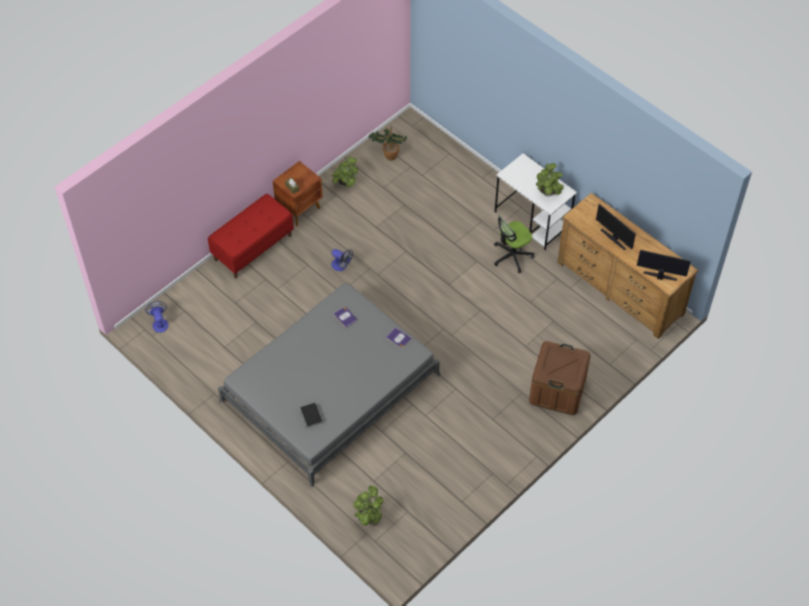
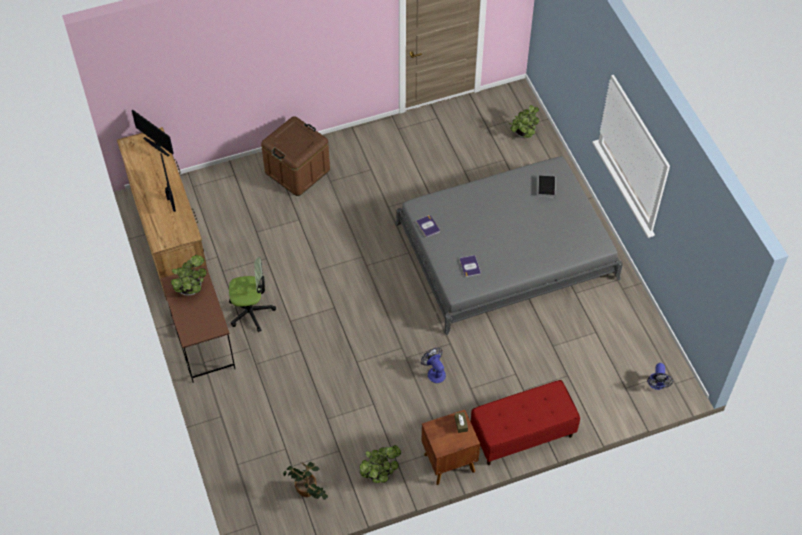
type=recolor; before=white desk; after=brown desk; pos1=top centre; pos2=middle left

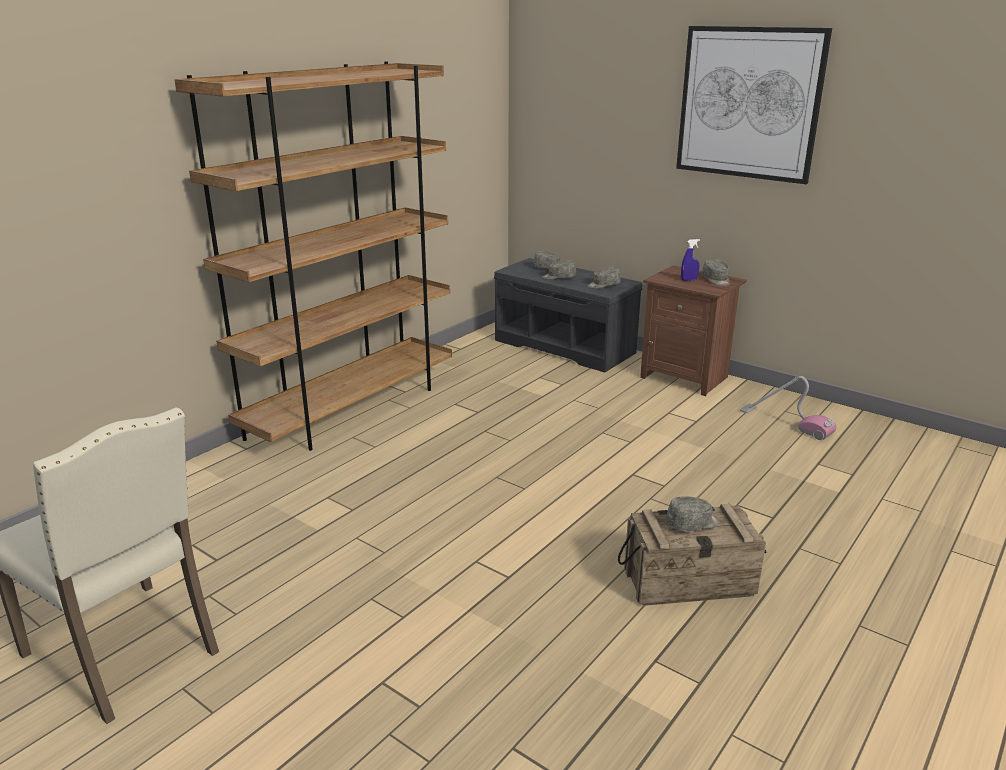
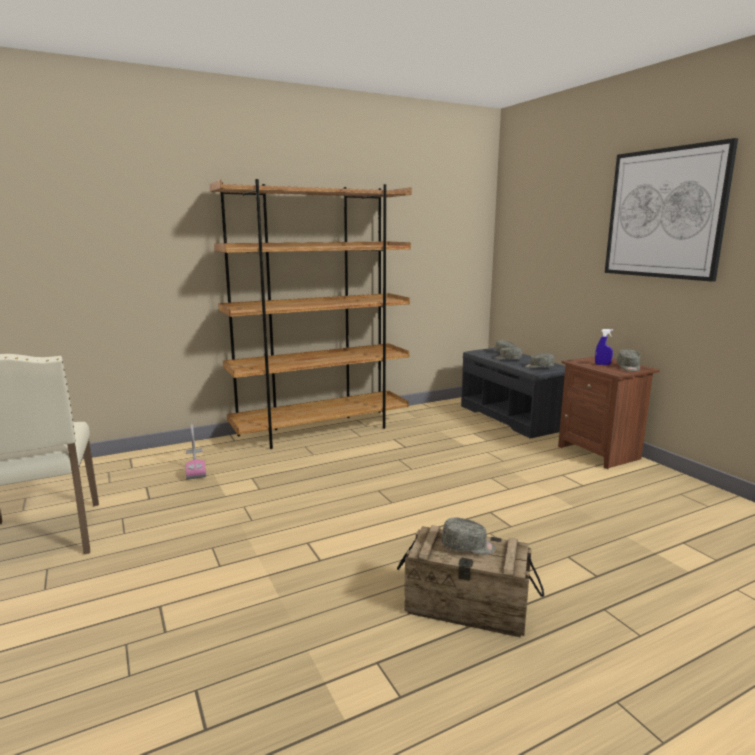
type=move; before=vacuum cleaner; pos1=middle right; pos2=middle left

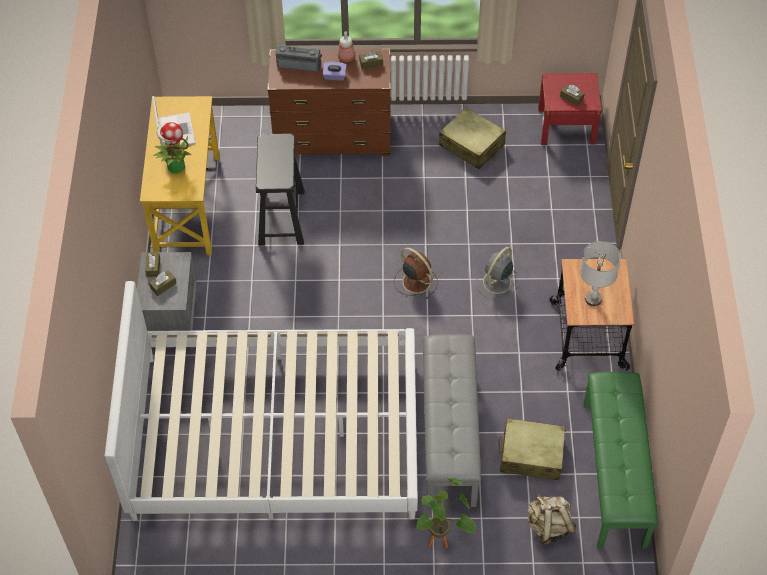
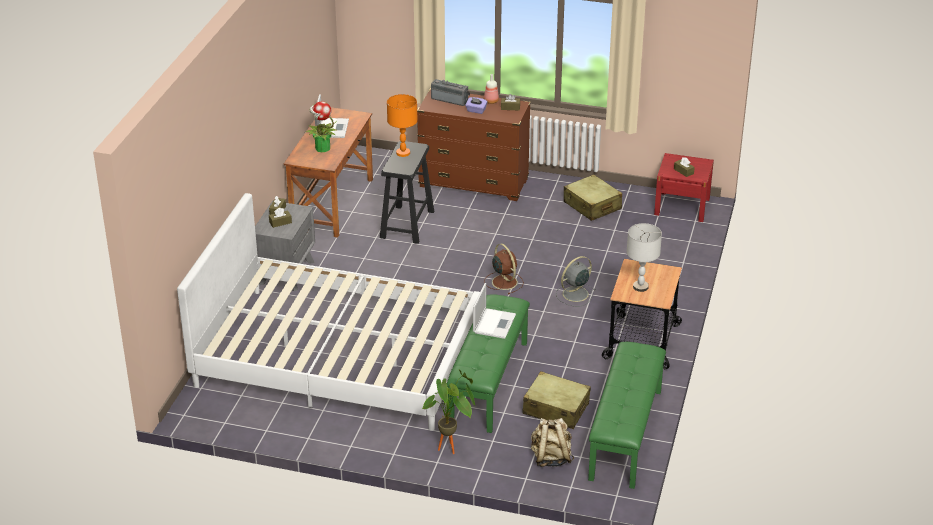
type=insert; after=orange table lamp; pos2=top centre
type=insert; after=laptop (2nd from left); pos2=centre
type=recolor; before=yellow desk; after=brown desk; pos1=top left; pos2=top centre
type=recolor; before=grey bench; after=green bench (1st from left); pos1=bottom centre; pos2=bottom centre

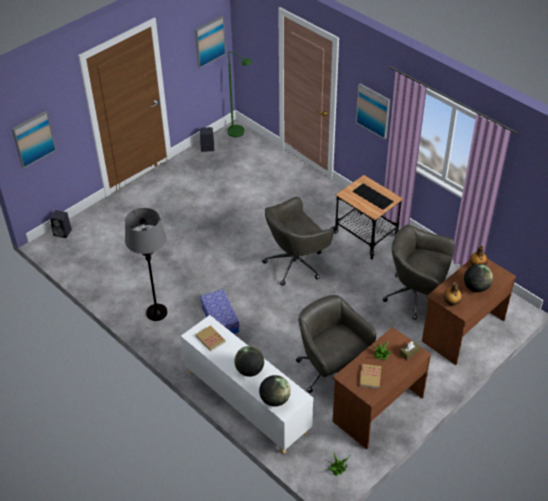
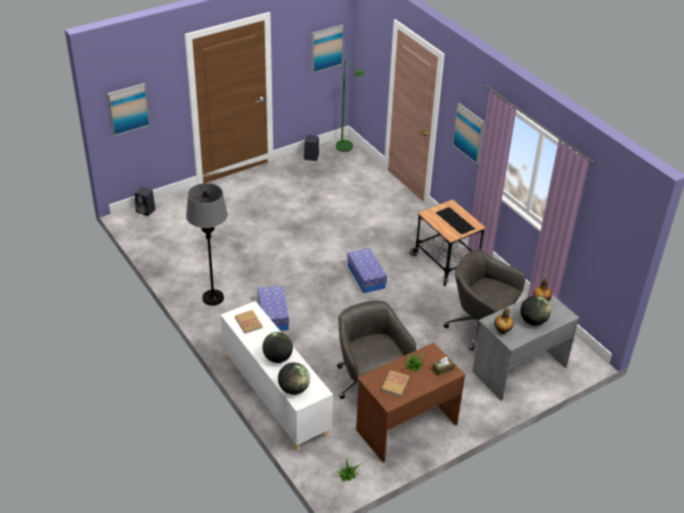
type=replace; before=grey office chair (1st from left); after=storage box (2nd from left); pos1=centre; pos2=centre
type=recolor; before=brown desk (2nd from left); after=grey desk; pos1=middle right; pos2=bottom right

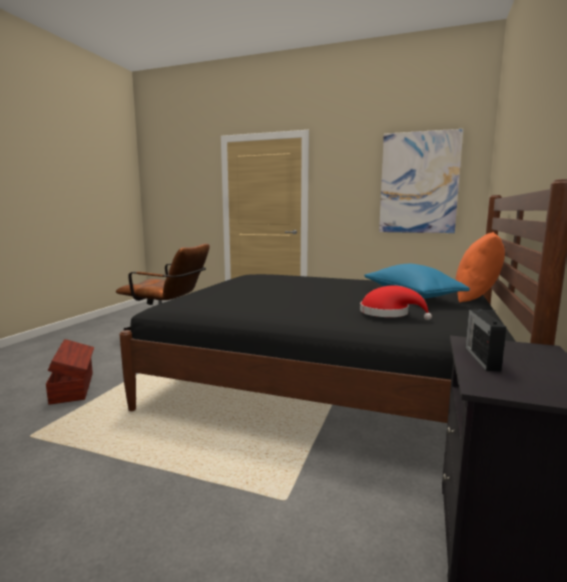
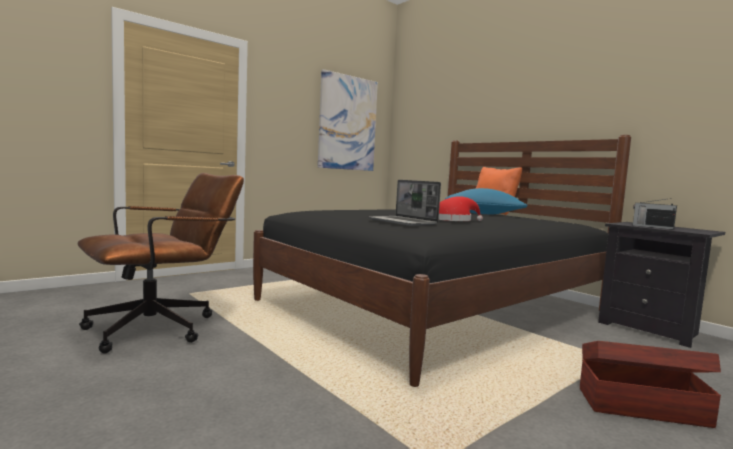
type=insert; after=laptop; pos2=centre
type=move; before=brown storage box; pos1=middle left; pos2=bottom right
type=move; before=red hat; pos1=middle right; pos2=centre

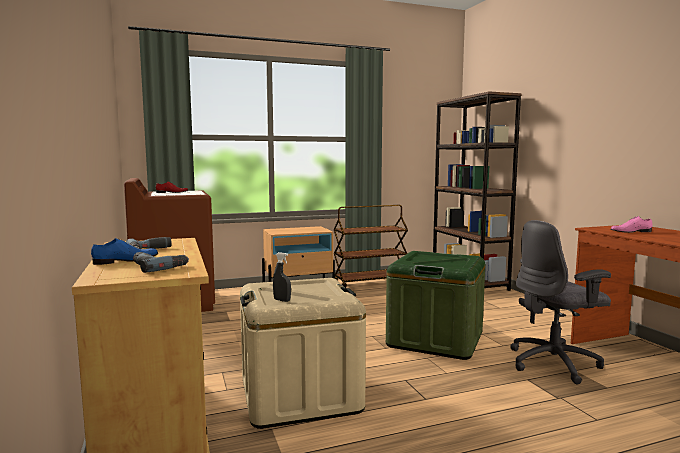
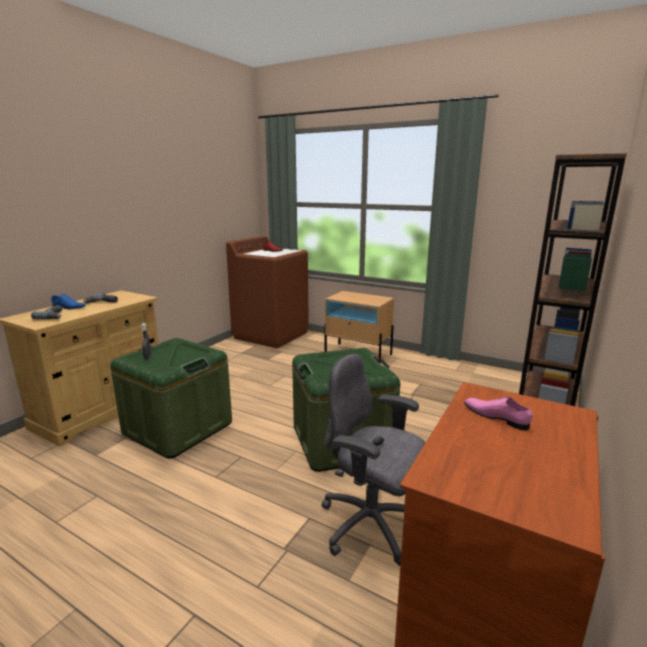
type=delete; before=brown cart; pos1=centre
type=recolor; before=beige storage box; after=green storage box (1st from left); pos1=bottom centre; pos2=middle left

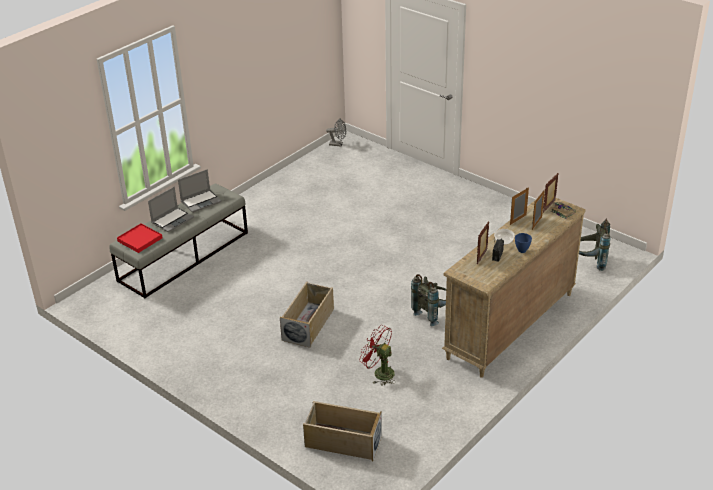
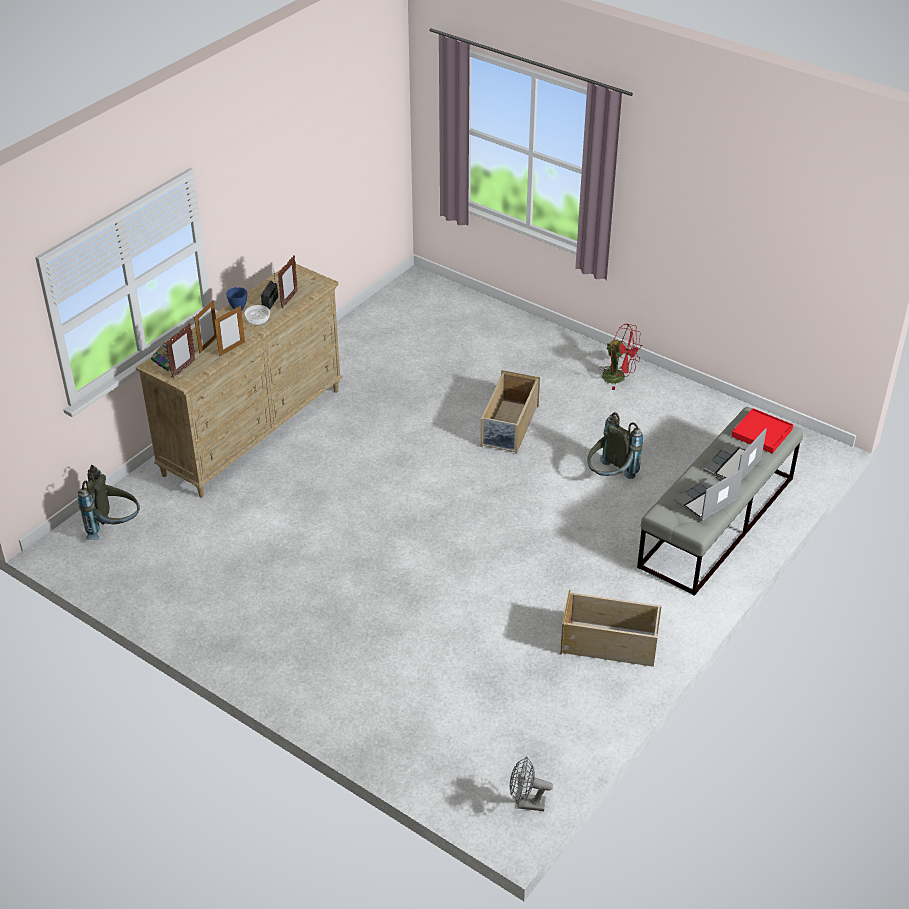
type=move; before=beige storage box (2nd from left); pos1=bottom centre; pos2=bottom right
type=move; before=red fan; pos1=bottom centre; pos2=middle right
type=move; before=grey backpack (1st from left in the first image); after=grey backpack (2nd from left); pos1=centre; pos2=middle right

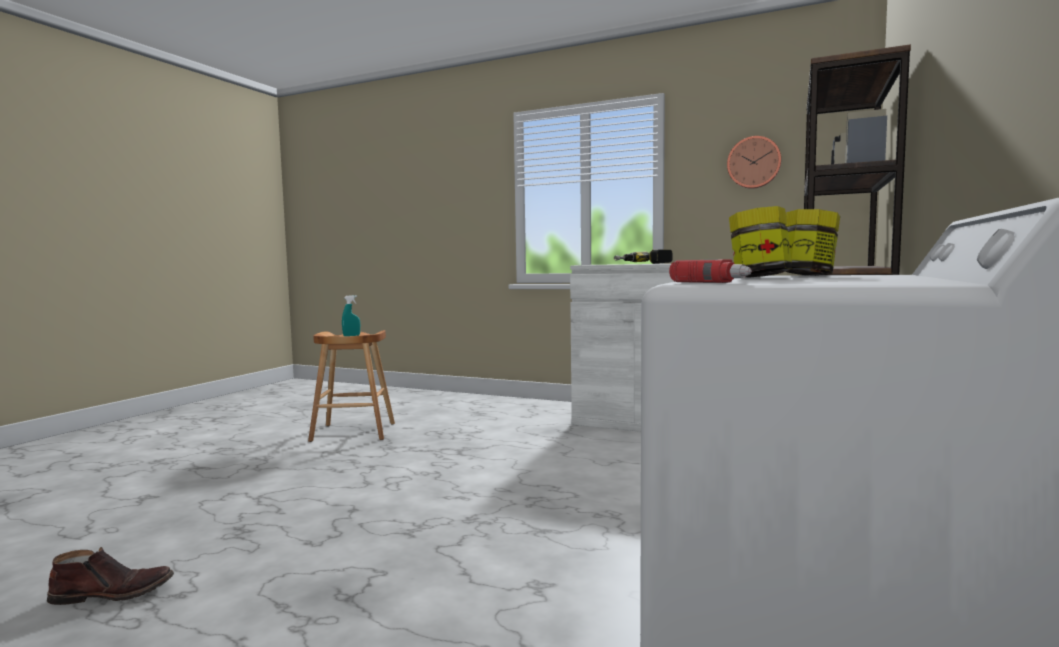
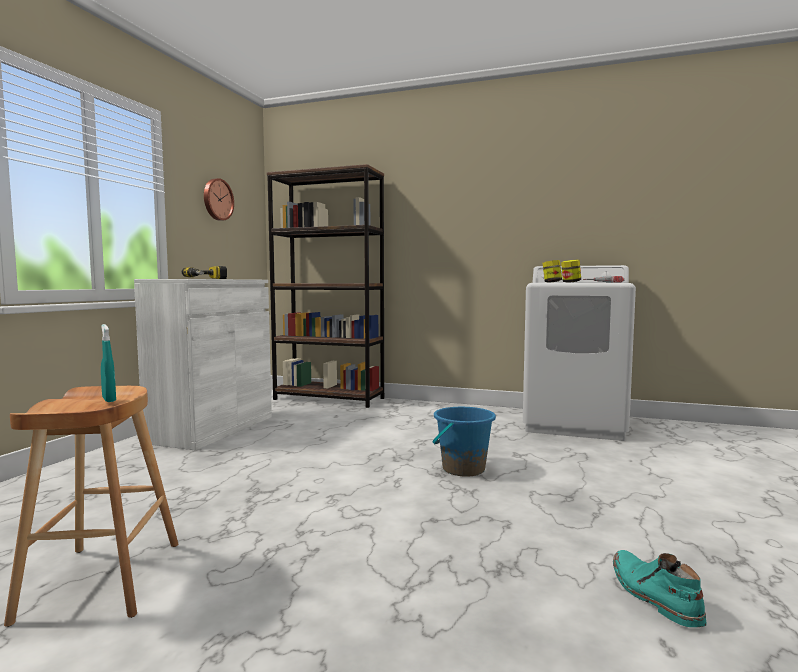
type=insert; after=blue bucket; pos2=centre
type=recolor; before=brown boot; after=turquoise boot; pos1=bottom left; pos2=bottom right

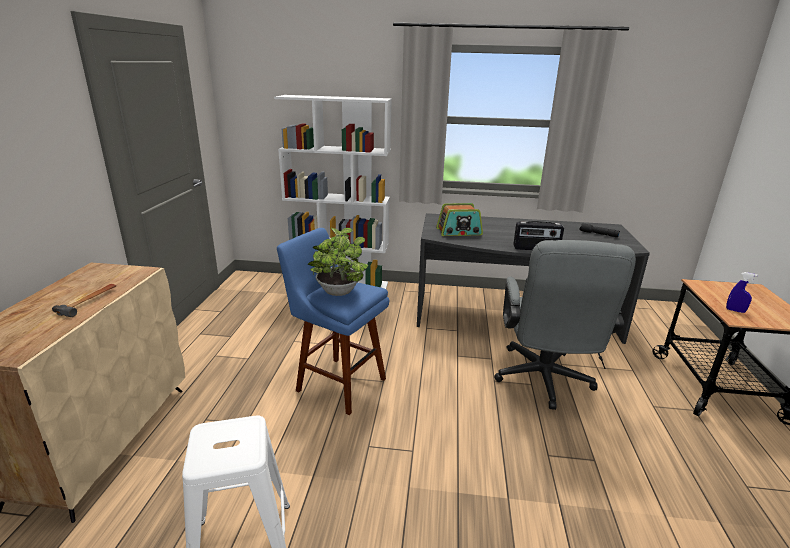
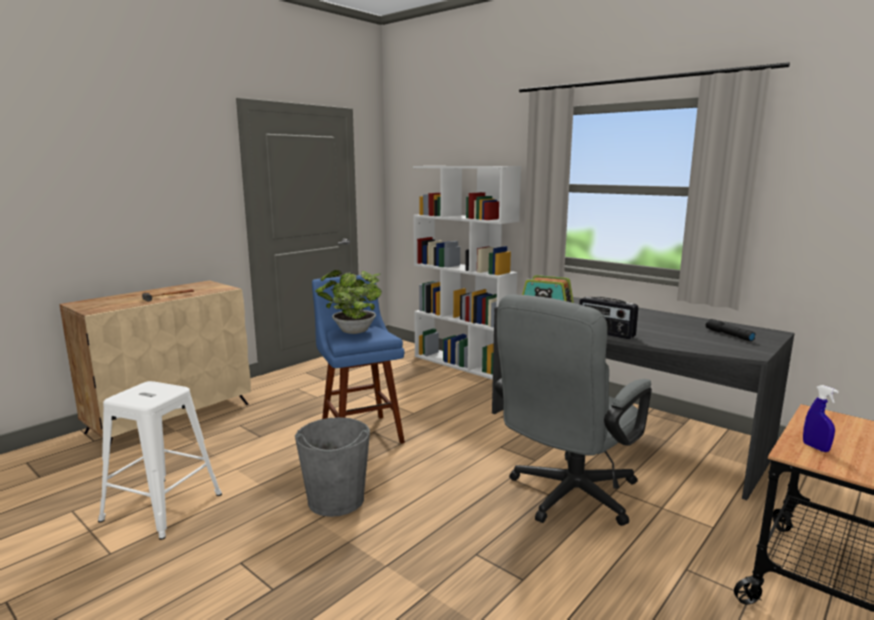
type=insert; after=grey bucket; pos2=bottom centre

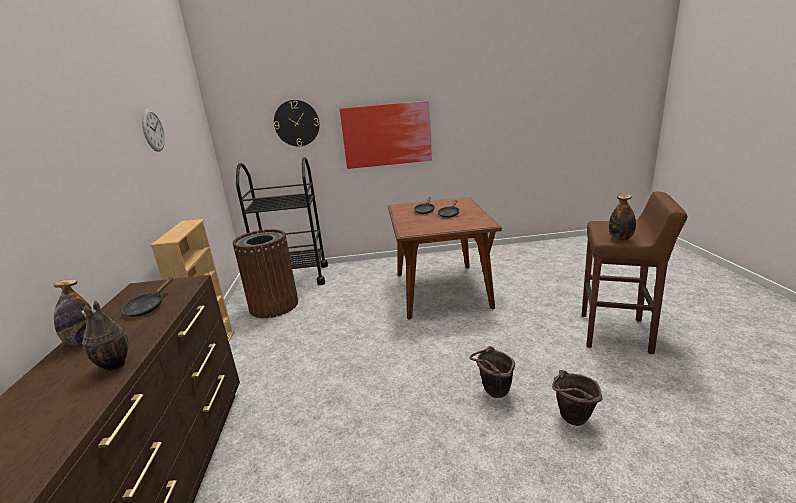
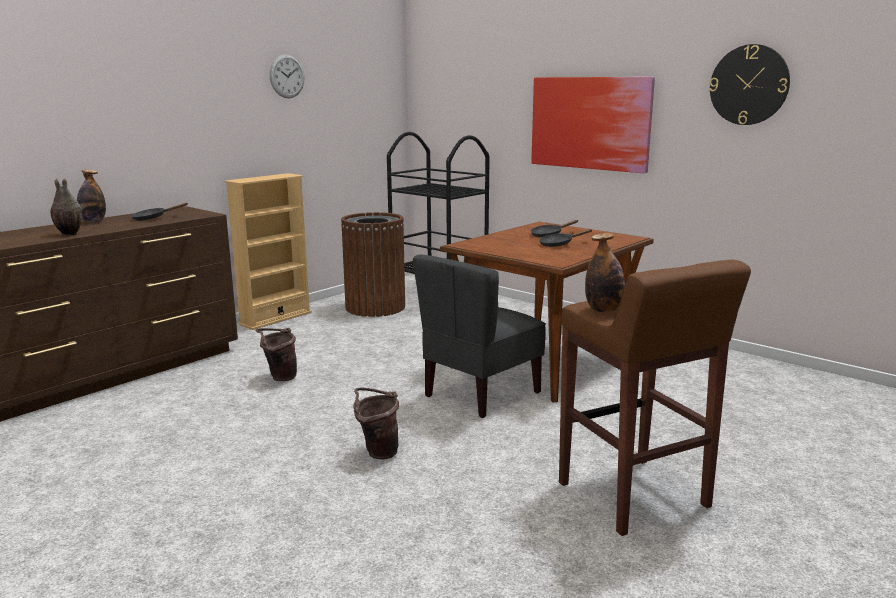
type=insert; after=grey chair; pos2=centre
type=move; before=wall clock (2nd from left); pos1=top centre; pos2=top right
type=move; before=brown bucket (2nd from left in the first image); after=brown bucket (1st from left); pos1=bottom right; pos2=middle left

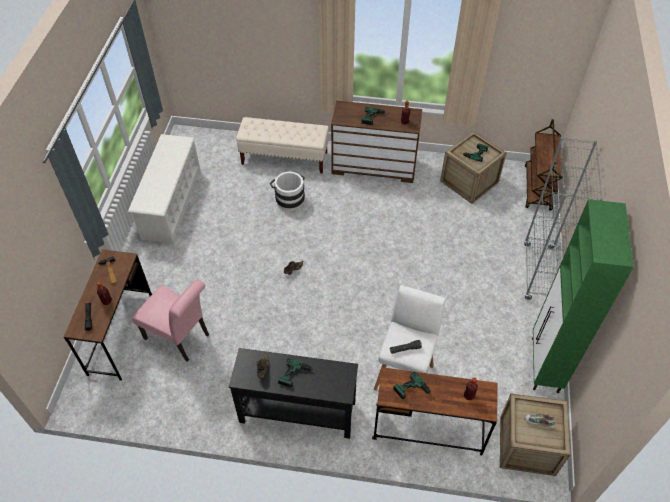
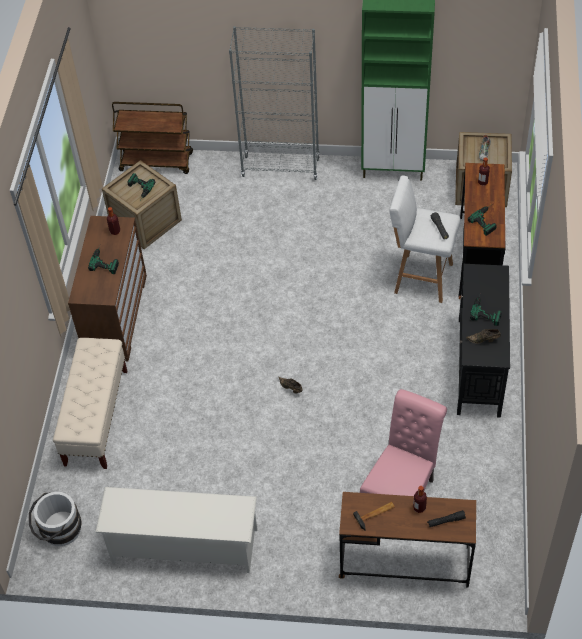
type=move; before=white bucket; pos1=centre; pos2=bottom left

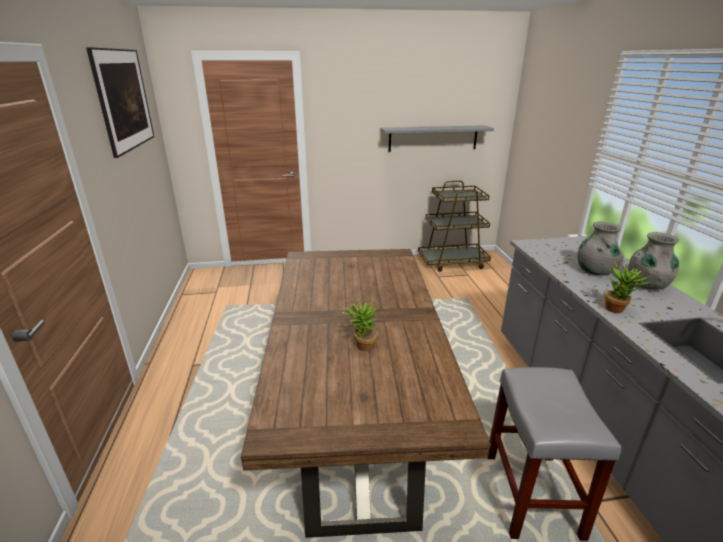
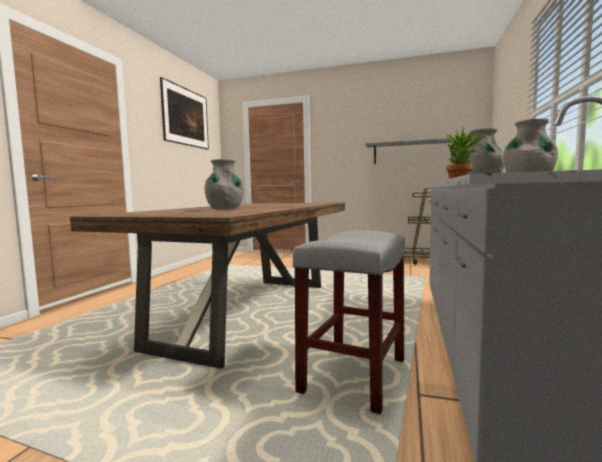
type=replace; before=potted plant (1st from left); after=grey vase (1st from left); pos1=centre; pos2=centre

